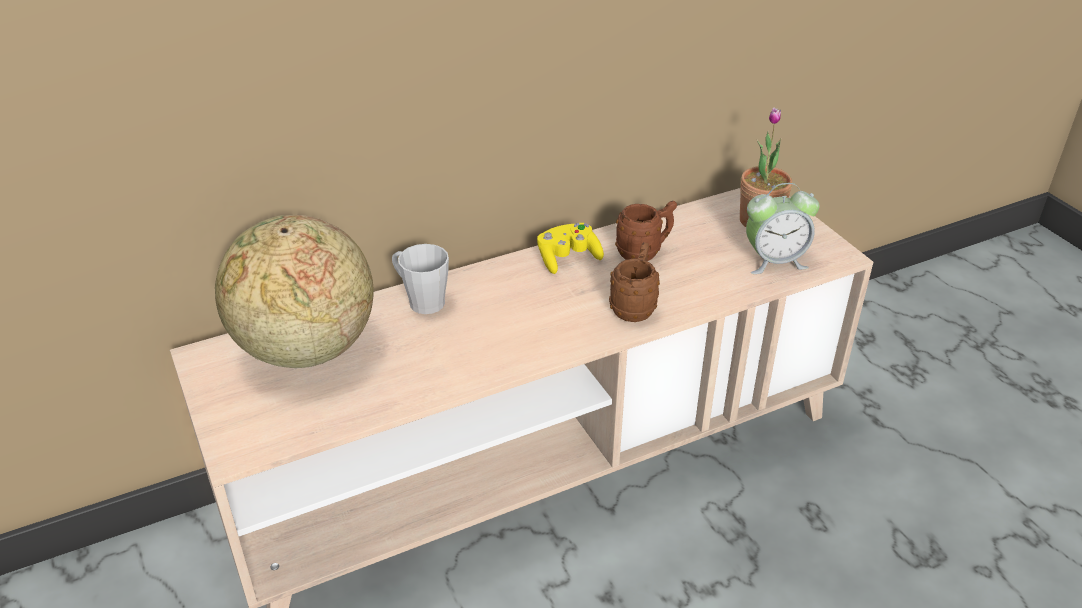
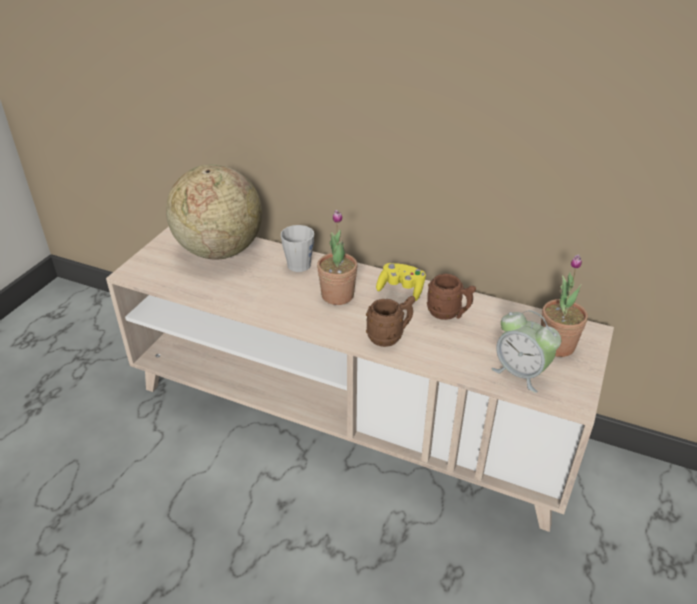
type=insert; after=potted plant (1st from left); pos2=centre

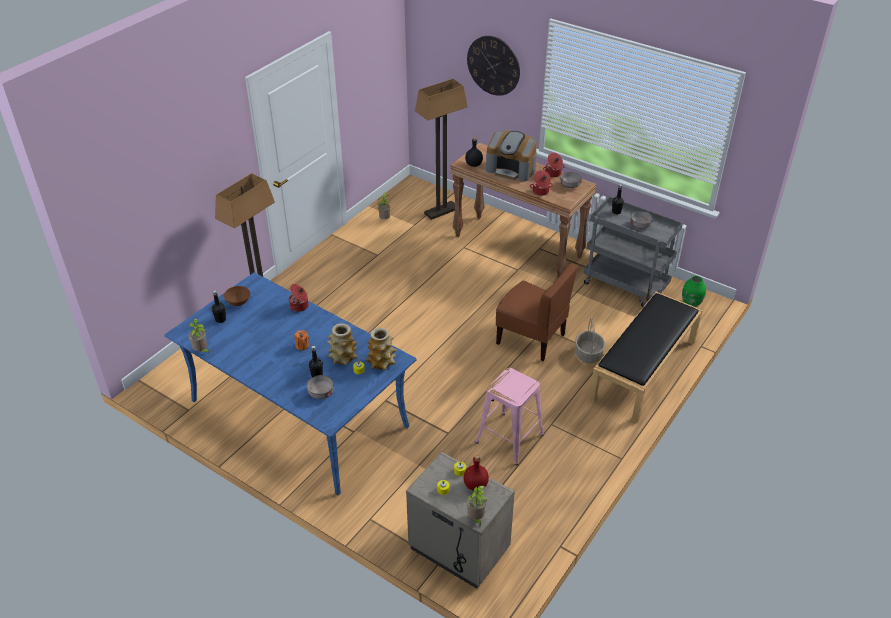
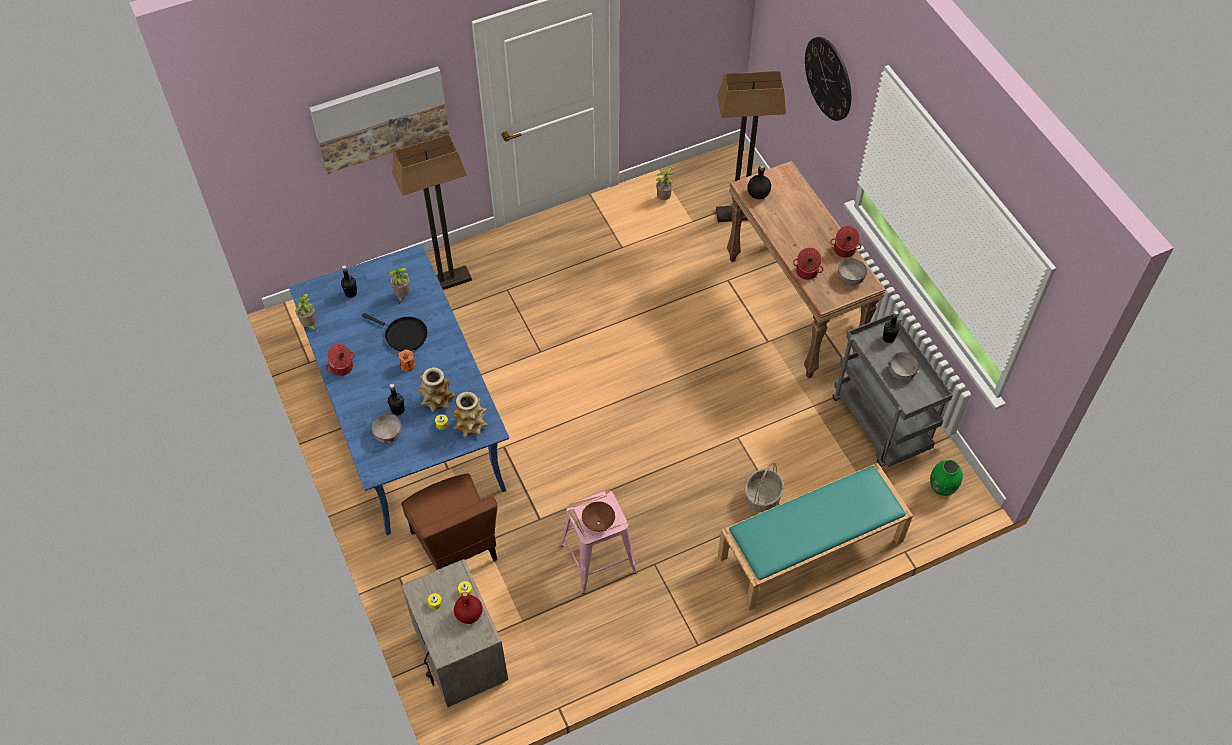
type=delete; before=coffee machine; pos1=top centre
type=insert; after=picture; pos2=top left
type=insert; after=black frying pan; pos2=middle left
type=move; before=brown bowl; pos1=middle left; pos2=bottom centre
type=move; before=cooking pot (1st from left); pos1=centre; pos2=middle left
type=move; before=potted plant (3rd from left in the first image); after=potted plant (2nd from left); pos1=bottom centre; pos2=middle left
type=move; before=brown chair; pos1=centre; pos2=bottom centre
type=recolor; before=black bench; after=turquoise bench; pos1=middle right; pos2=bottom centre

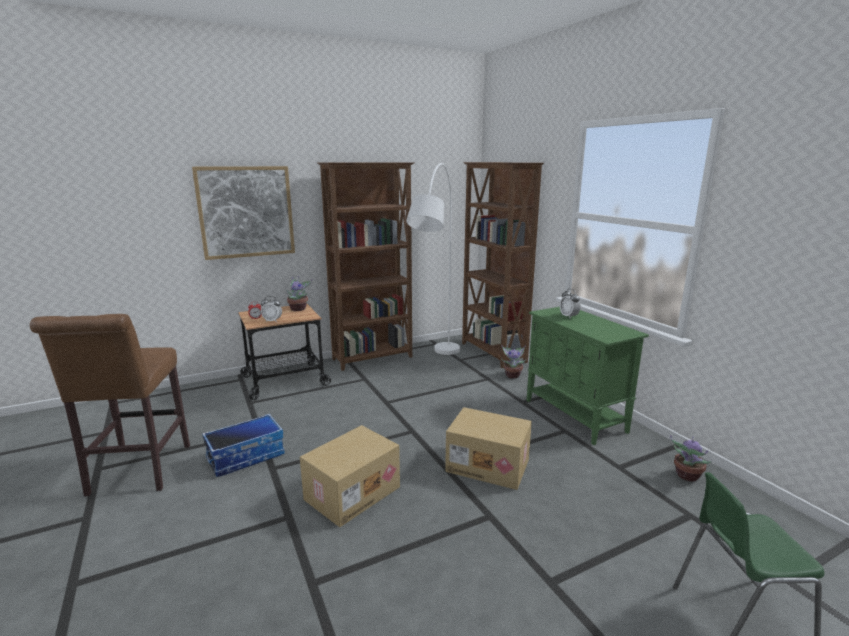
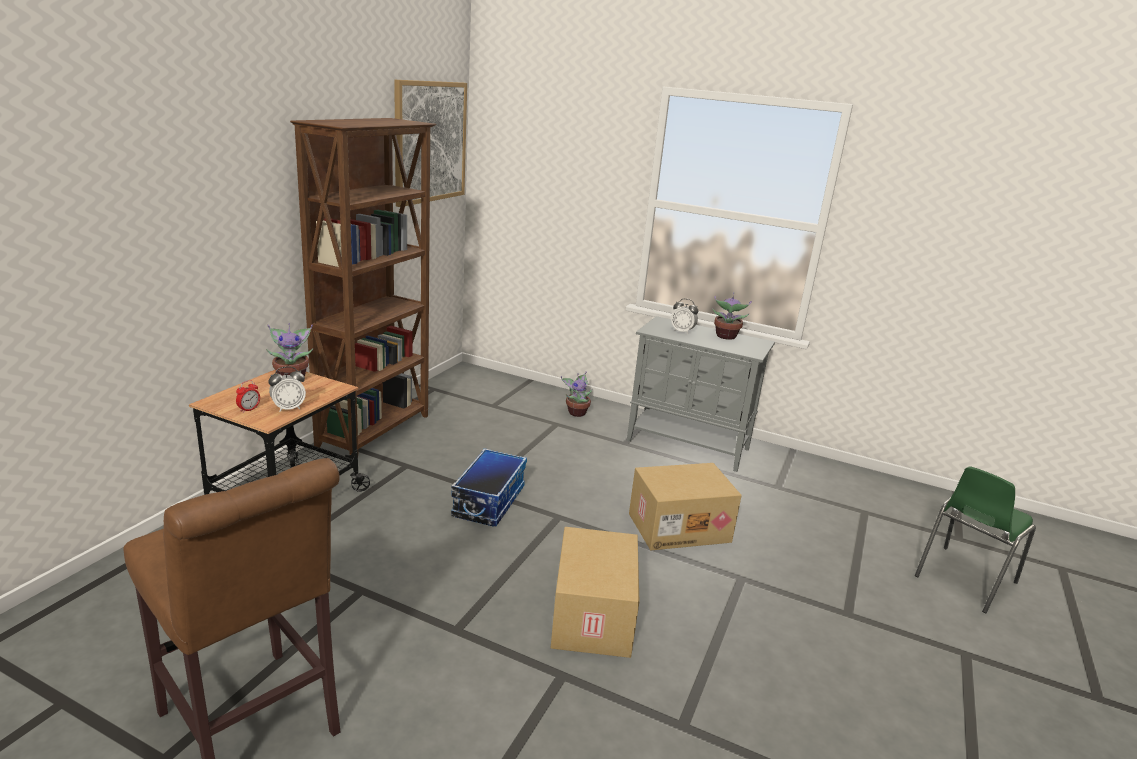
type=delete; before=white floor lamp; pos1=centre
type=delete; before=brown bookcase (2nd from left); pos1=centre
type=move; before=picture; pos1=middle left; pos2=top centre
type=move; before=storage box; pos1=bottom left; pos2=centre
type=move; before=potted plant (3rd from left); pos1=bottom right; pos2=centre
type=recolor; before=green cabinet; after=grey cabinet; pos1=middle right; pos2=centre

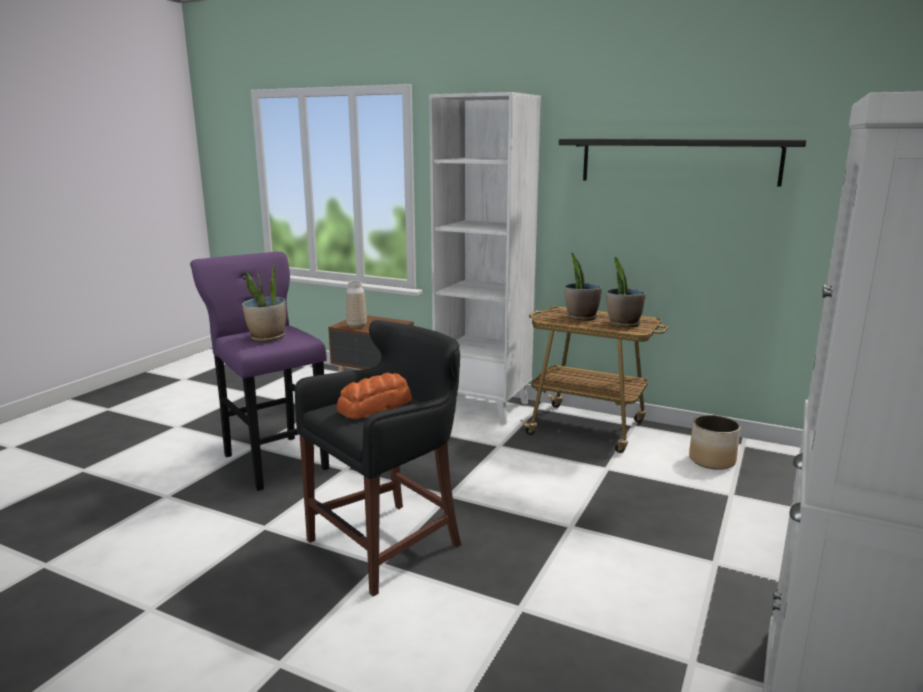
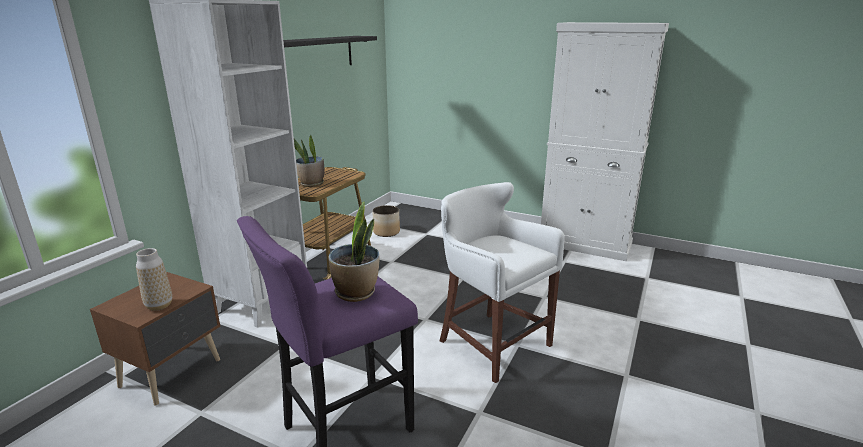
type=delete; before=bread; pos1=centre
type=delete; before=potted plant (3rd from left); pos1=middle right
type=recolor; before=black stool; after=white stool; pos1=centre; pos2=centre

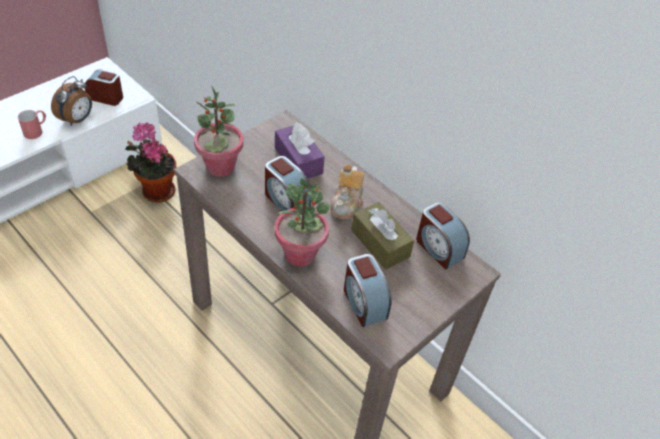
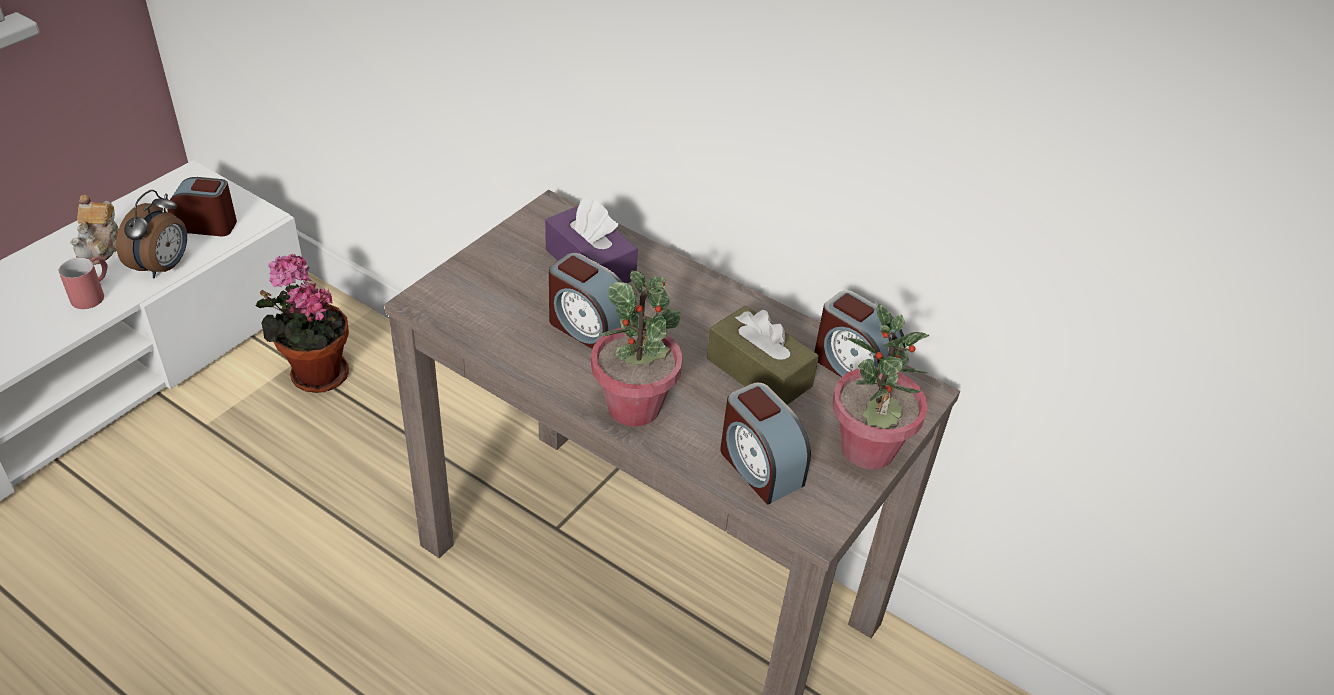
type=move; before=potted plant (2nd from left in the first image); after=potted plant (3rd from left); pos1=top left; pos2=centre
type=move; before=teapot; pos1=centre; pos2=top left

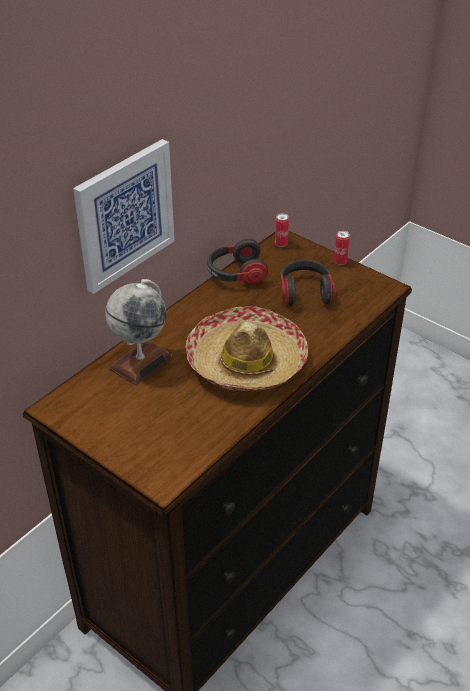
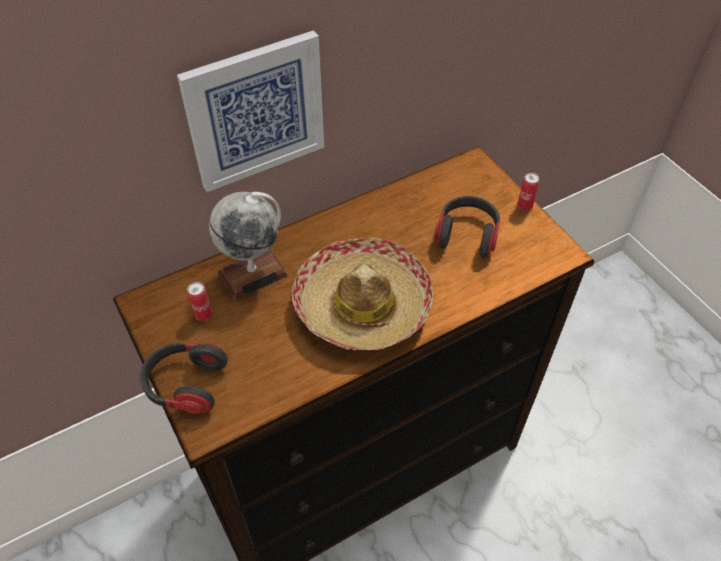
type=move; before=headphones (1st from left); pos1=centre; pos2=bottom left
type=move; before=can (1st from left); pos1=top centre; pos2=middle left

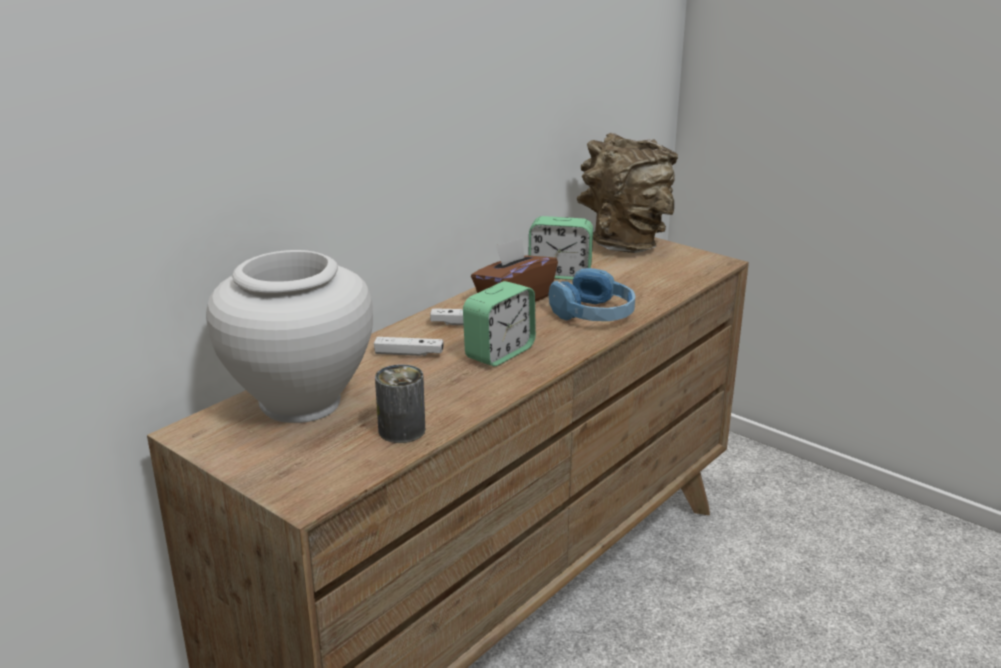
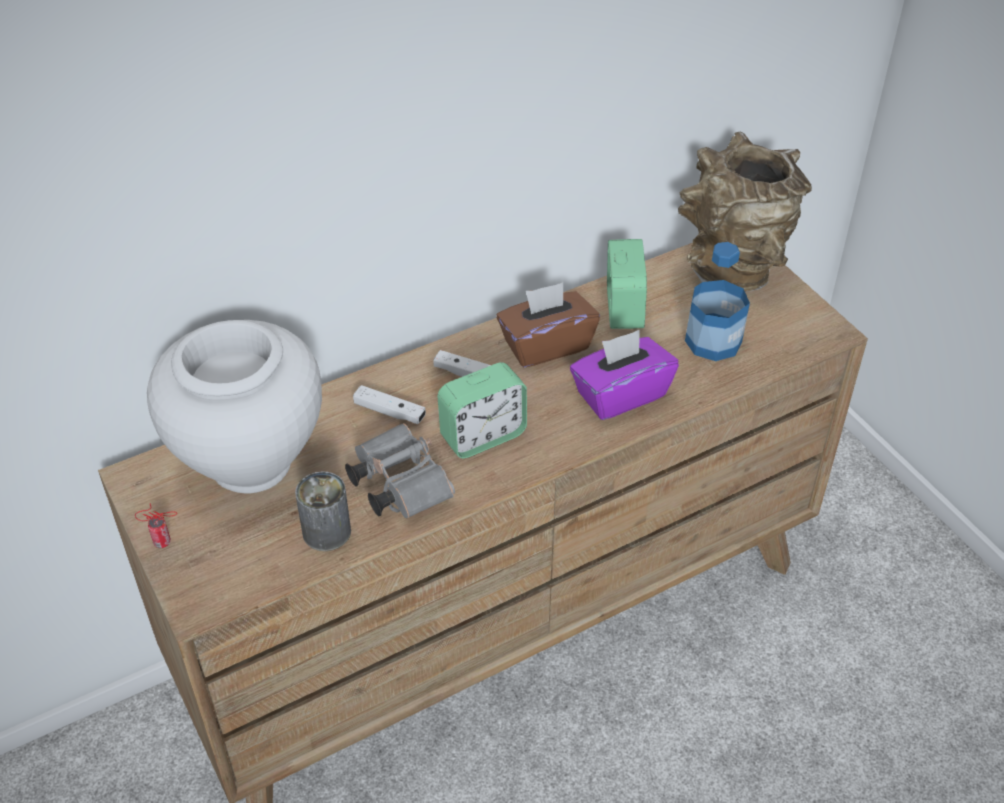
type=insert; after=can (1st from left); pos2=middle left
type=insert; after=grey binoculars; pos2=centre
type=insert; after=bottle; pos2=middle right
type=replace; before=blue headphones; after=purple tissue box; pos1=centre; pos2=centre
type=rotate; before=alarm clock (2nd from left); pos1=centre; pos2=centre; turn=-120

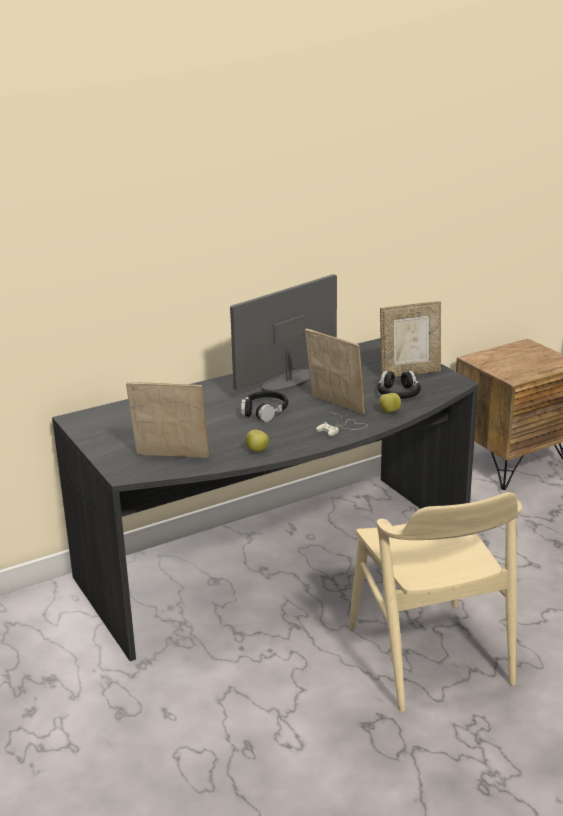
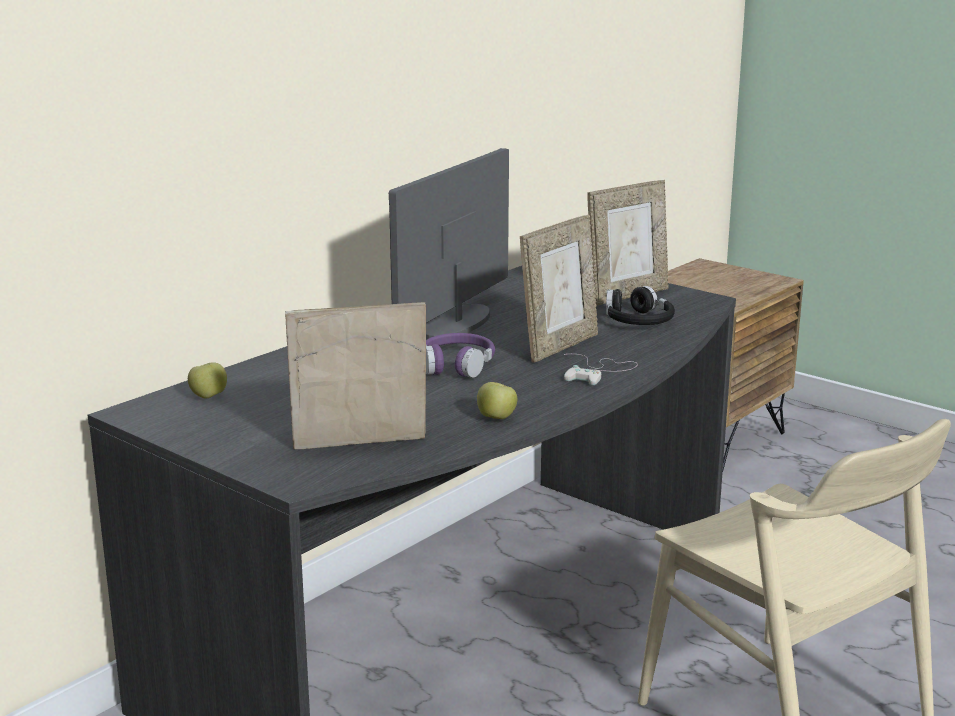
type=move; before=apple (2nd from left in the first image); after=apple (1st from left); pos1=middle right; pos2=middle left
type=recolor; before=black headphones (1st from left); after=purple headphones; pos1=centre; pos2=centre
type=rotate; before=picture frame (2nd from left); pos1=centre; pos2=centre; turn=105

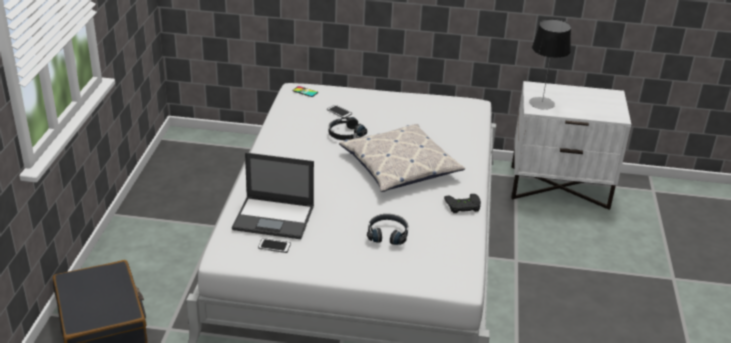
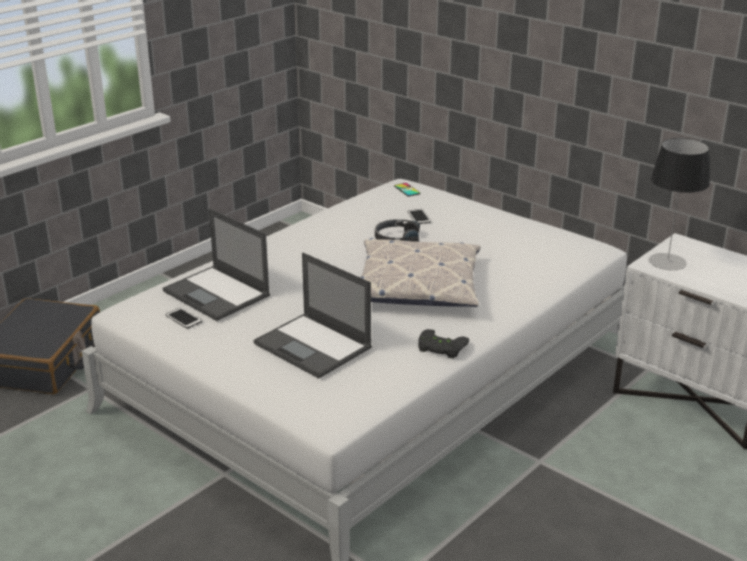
type=replace; before=black headphones (2nd from left); after=laptop (2nd from left); pos1=bottom centre; pos2=centre

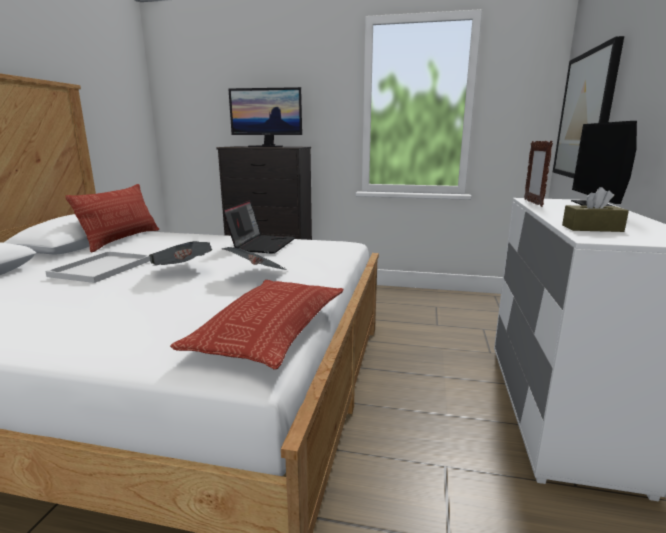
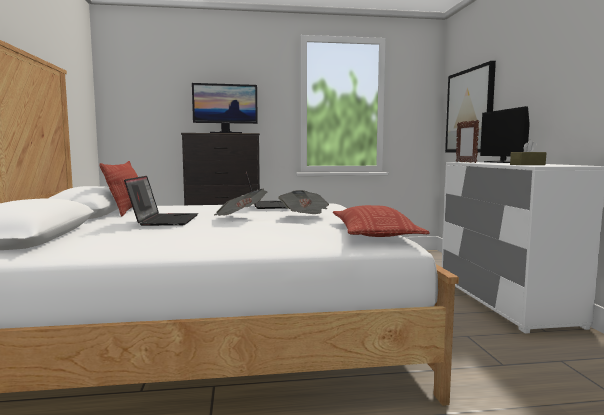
type=replace; before=white tray; after=laptop (1st from left); pos1=middle left; pos2=middle left

